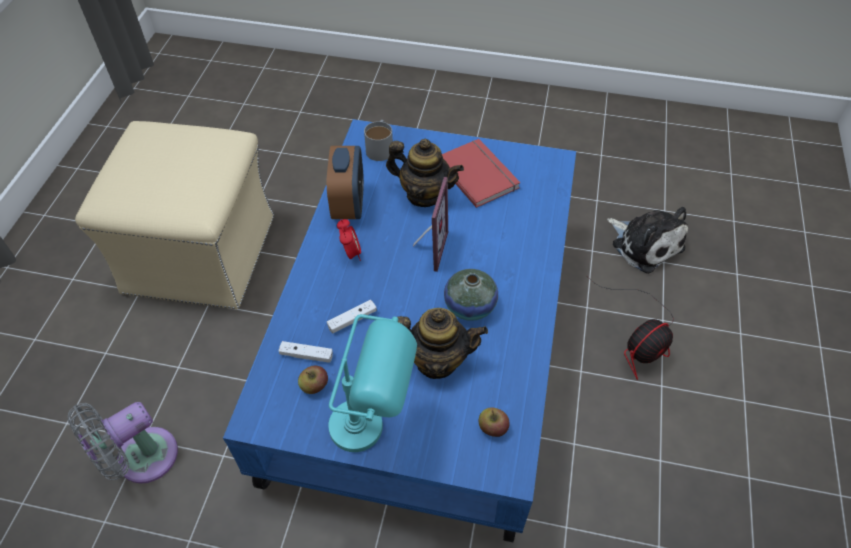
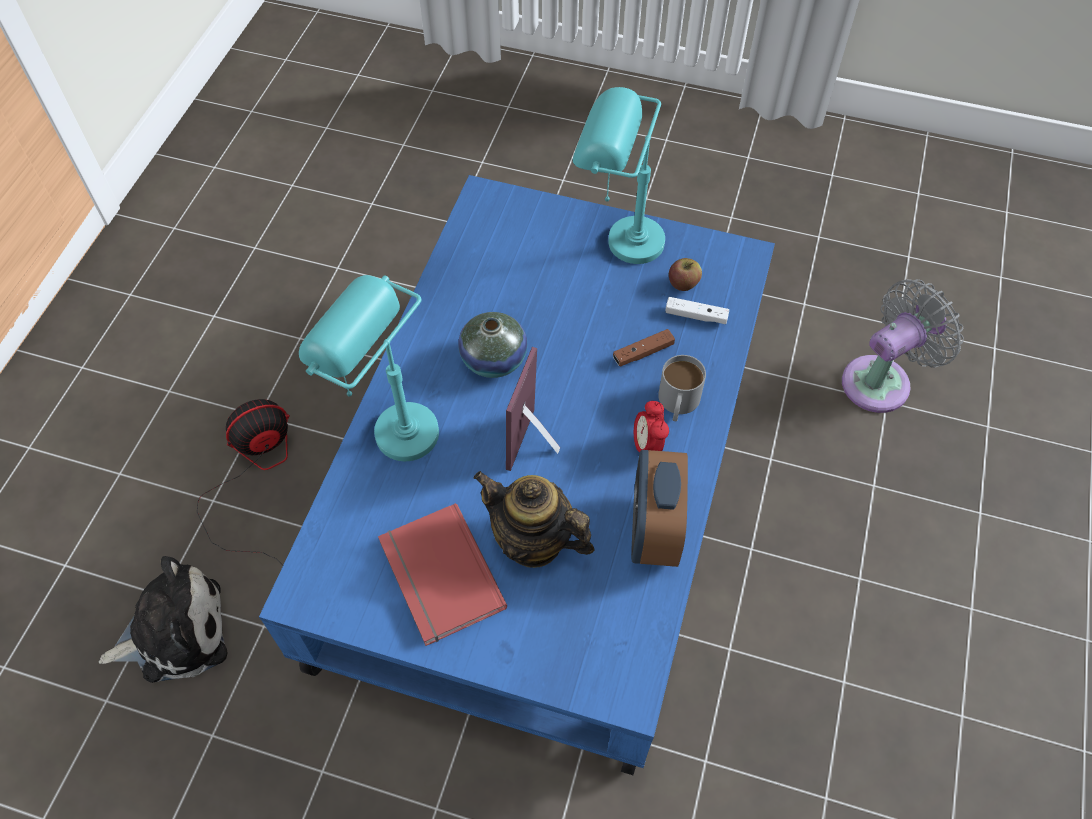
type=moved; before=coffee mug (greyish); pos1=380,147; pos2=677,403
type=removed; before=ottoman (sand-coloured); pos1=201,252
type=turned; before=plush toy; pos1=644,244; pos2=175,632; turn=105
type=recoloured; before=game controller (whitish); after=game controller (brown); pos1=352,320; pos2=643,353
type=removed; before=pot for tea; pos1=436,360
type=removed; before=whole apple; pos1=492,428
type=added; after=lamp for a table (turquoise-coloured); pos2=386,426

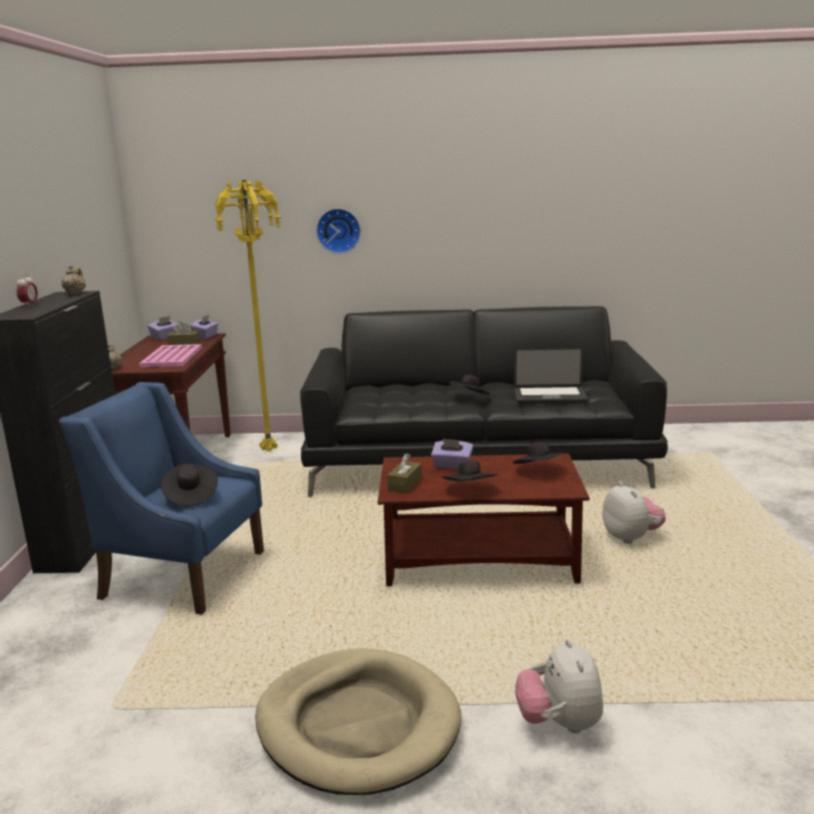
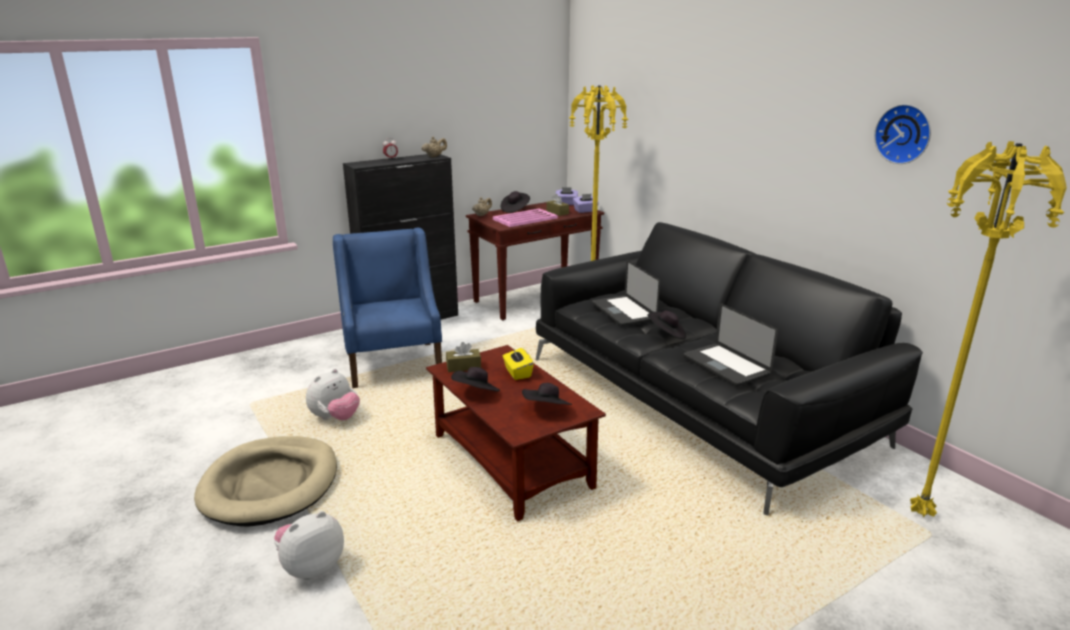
type=moved; before=wall clock; pos1=338,230; pos2=904,134
type=recoloured; before=tissue box (purplish); after=tissue box (yellow-coloured); pos1=452,466; pos2=517,373
type=moved; before=wearable hat (black-coloured); pos1=190,496; pos2=515,209
type=moved; before=plush toy; pos1=631,538; pos2=335,418
type=added; after=standard lamp (yellow-coloured); pos2=921,515
type=added; after=laptop; pos2=623,312

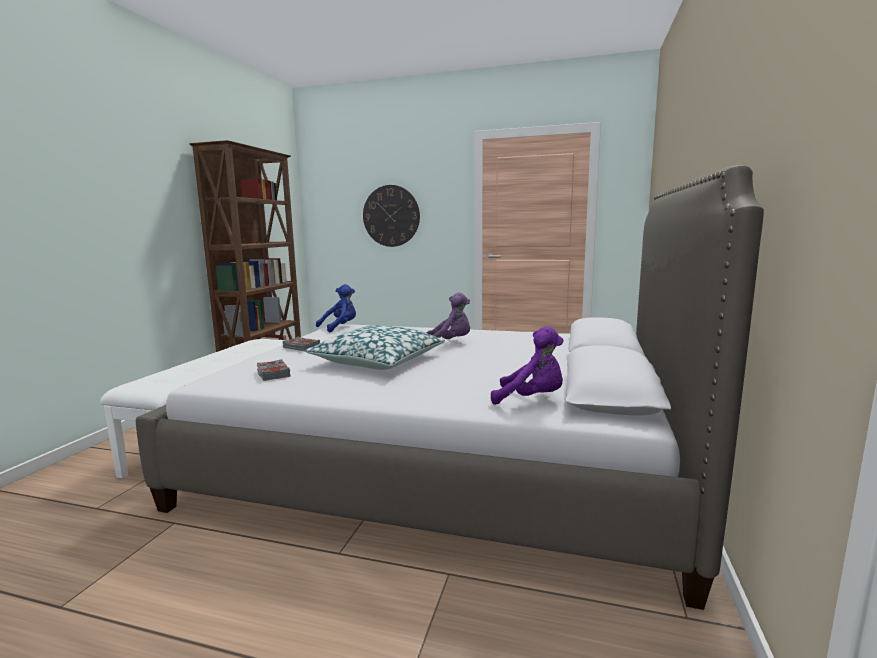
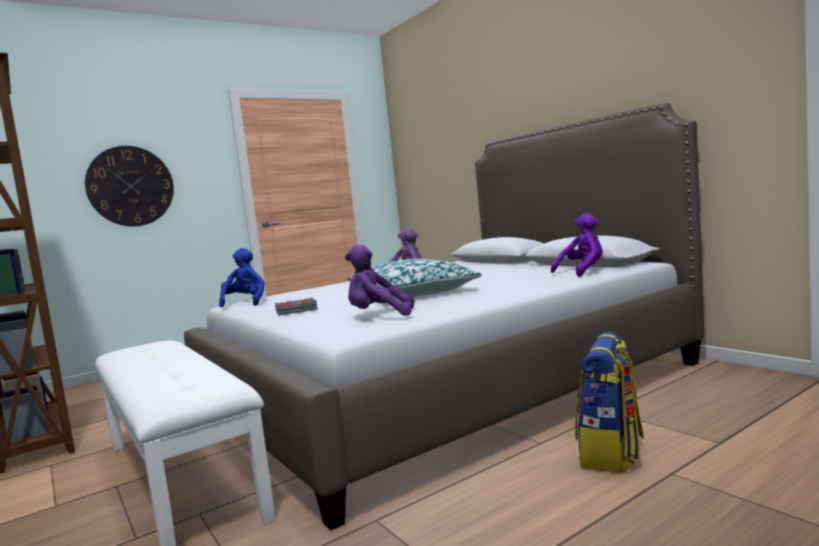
type=replaced; before=book (greyish); after=plush toy (purplish); pos1=273,374; pos2=378,316
type=added; after=backpack; pos2=611,454

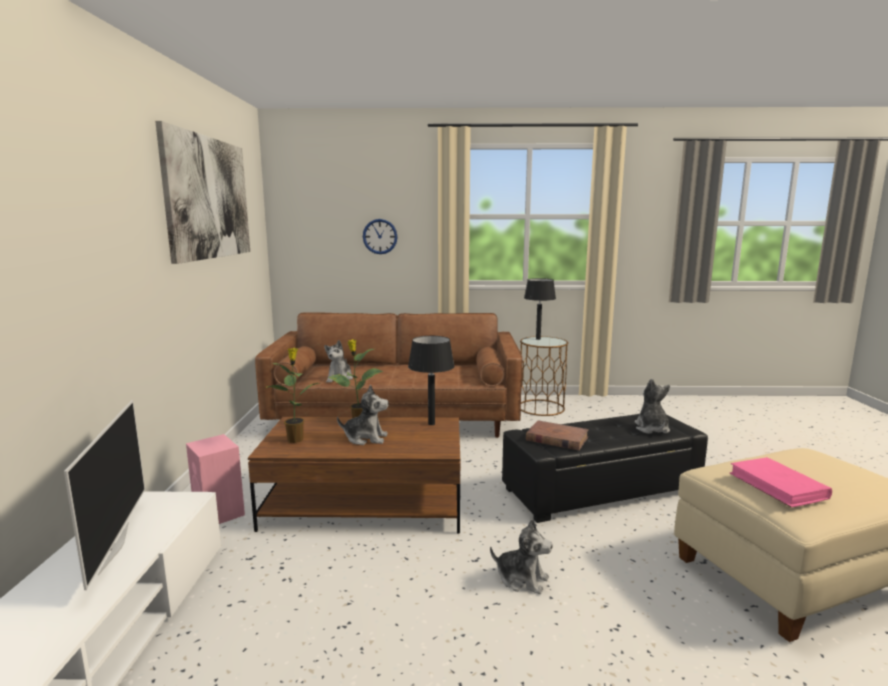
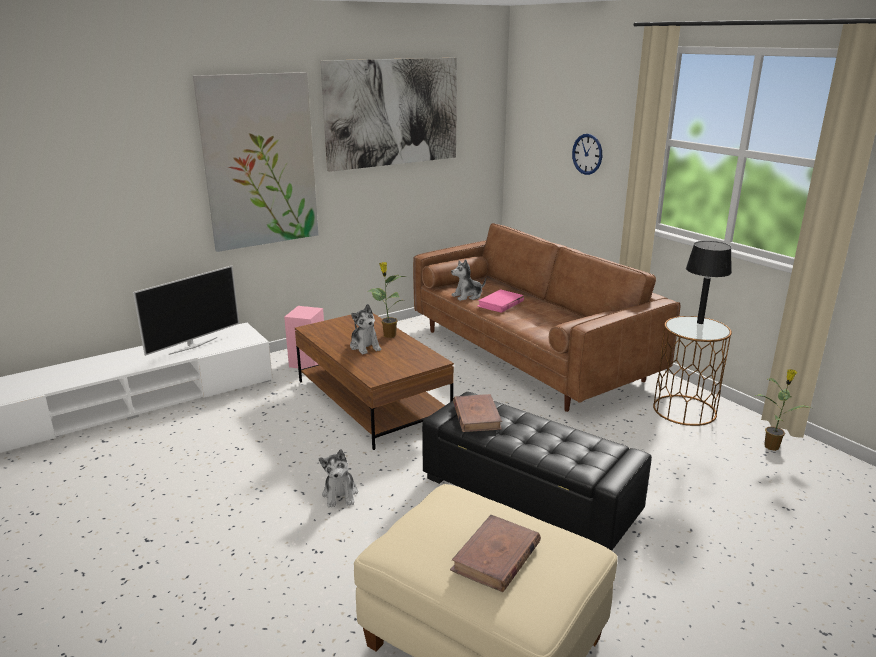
type=removed; before=lamp for a table (black-coloured); pos1=431,423
type=moved; before=potted plant; pos1=296,439; pos2=772,446
type=removed; before=plush toy; pos1=651,429
type=moved; before=book (pink-coloured); pos1=778,486; pos2=500,304
type=added; after=picture; pos2=259,161
type=added; after=book (brown); pos2=496,557

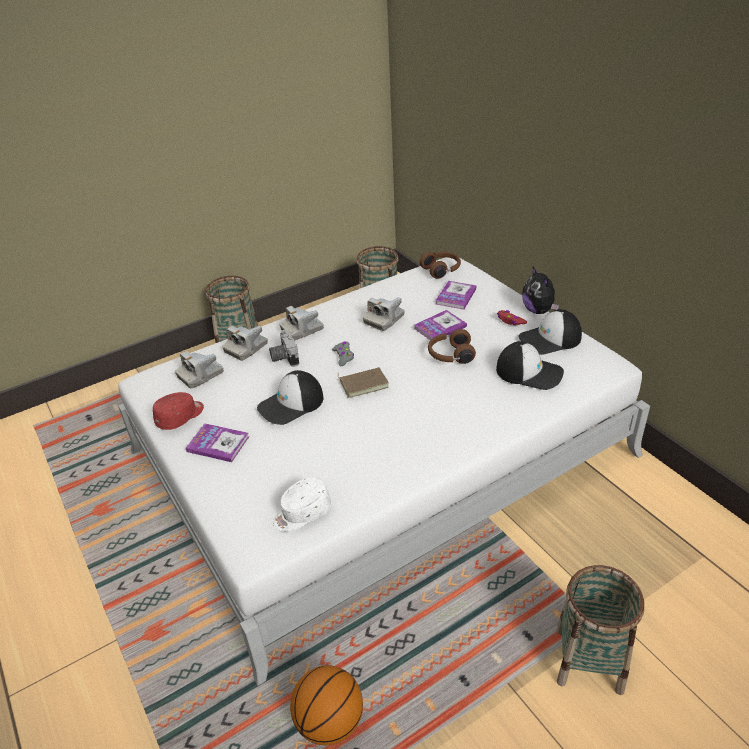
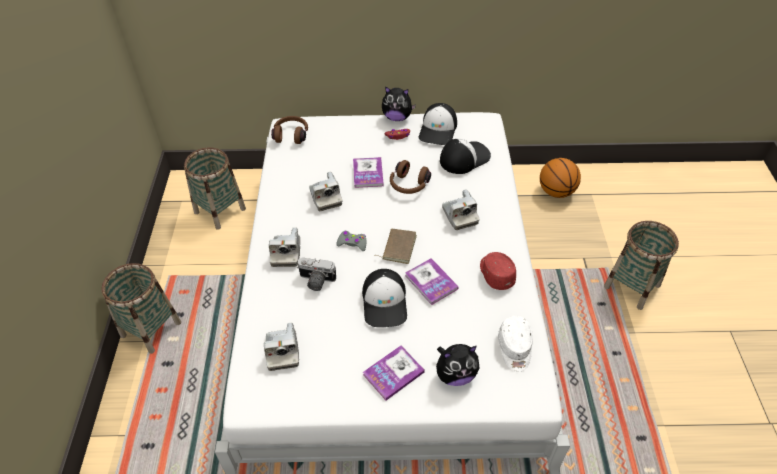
type=moved; before=book; pos1=456,296; pos2=431,282
type=moved; before=still camera; pos1=246,348; pos2=459,216
type=moved; before=baseball cap (red); pos1=180,417; pos2=496,274
type=moved; before=basketball; pos1=329,721; pos2=556,192
type=added; after=plush toy; pos2=455,374

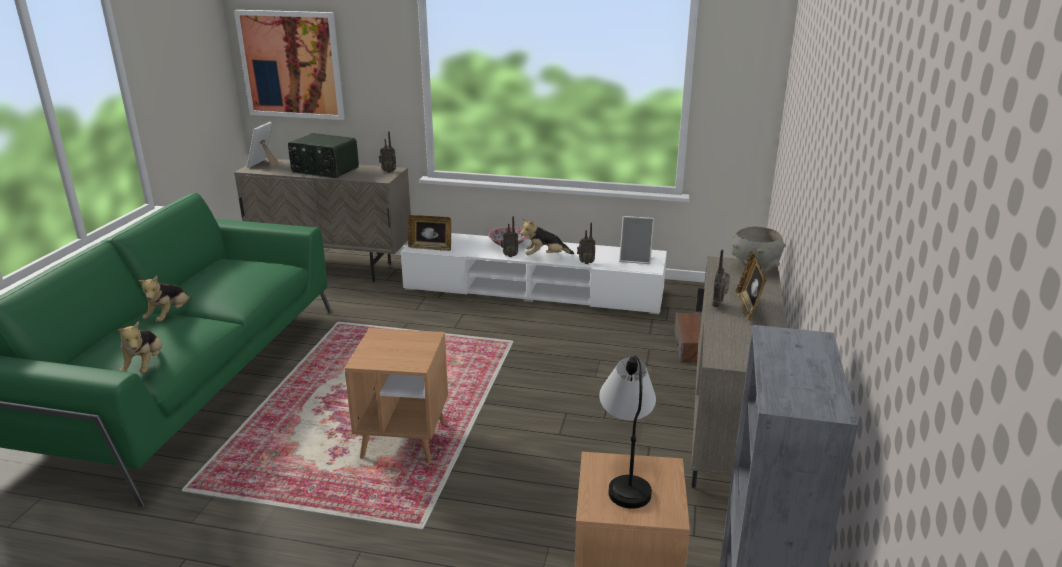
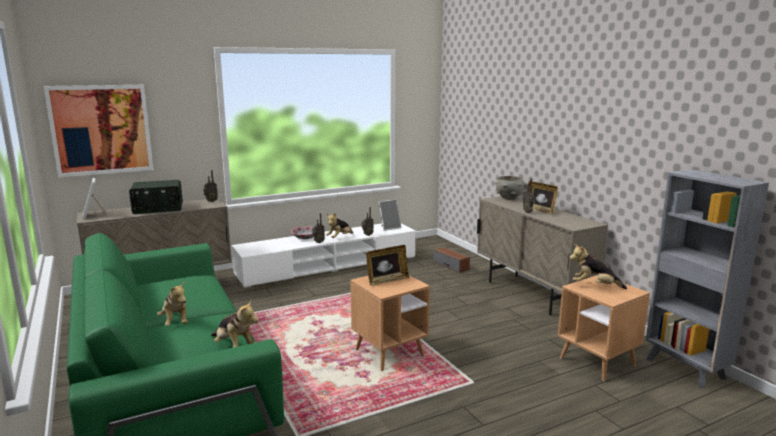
type=moved; before=standing frame; pos1=430,248; pos2=387,280
type=replaced; before=lamp for a table; after=plush toy; pos1=626,474; pos2=594,286

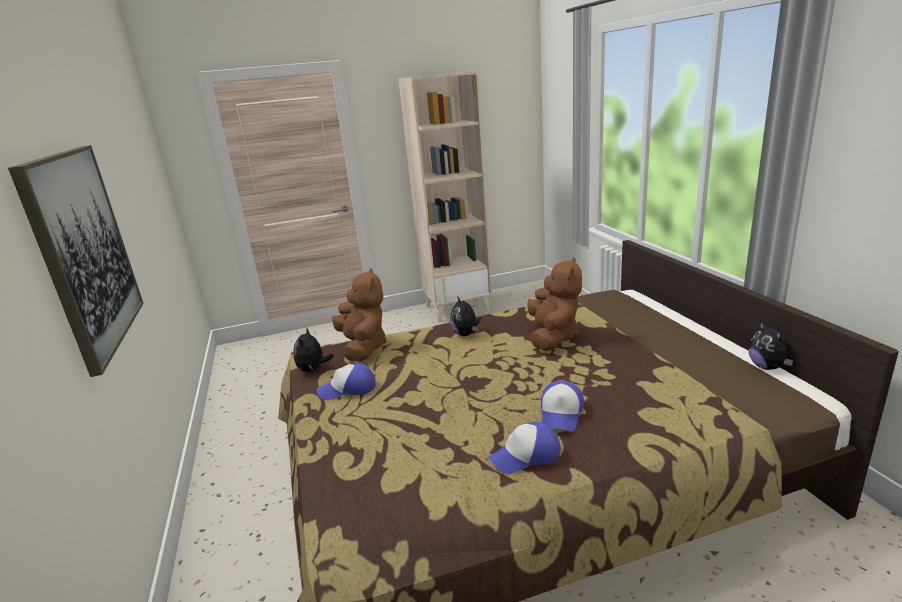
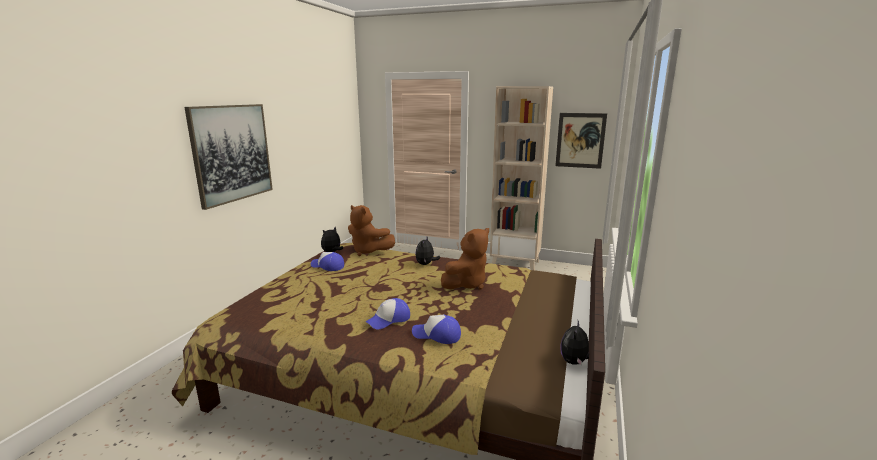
type=turned; before=plush toy (brown); pos1=363,348; pos2=368,251; turn=105
type=moved; before=baseball cap; pos1=525,456; pos2=437,335
type=added; after=picture; pos2=580,140

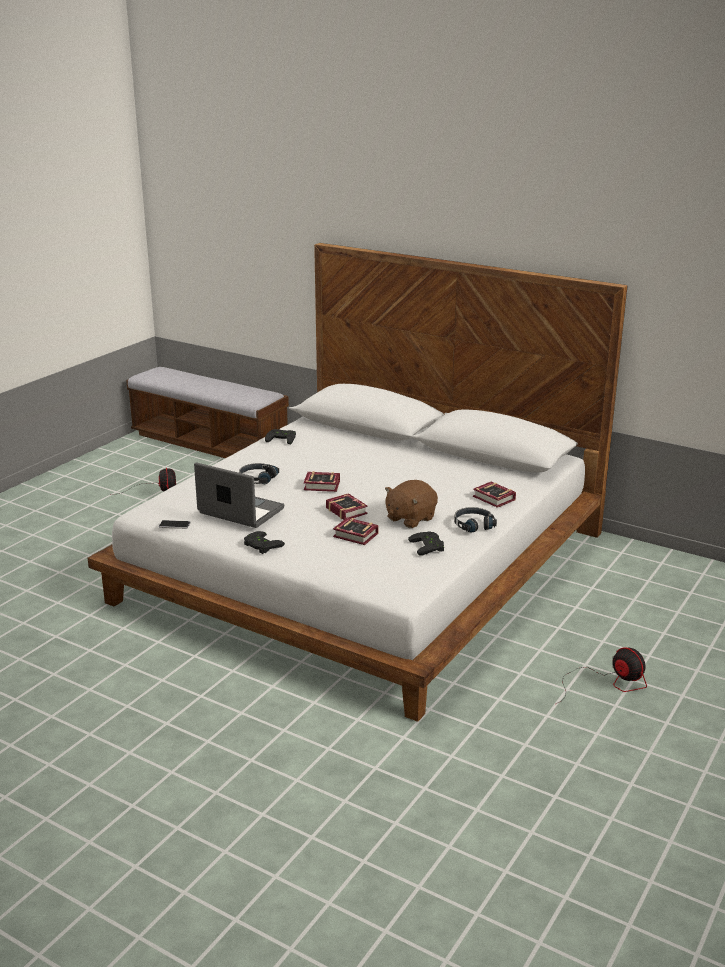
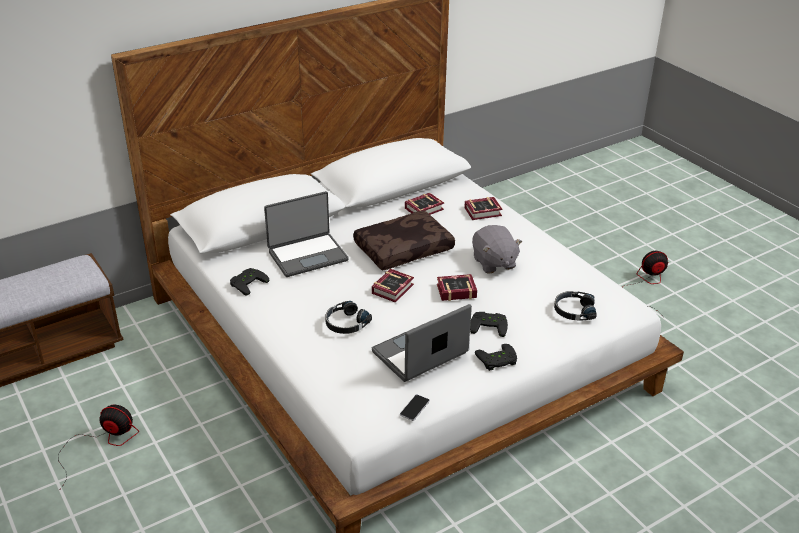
type=recoloured; before=plush toy (brown); after=plush toy (greyish); pos1=410,518; pos2=493,263
type=moved; before=pair of headphones (black-coloured); pos1=473,525; pos2=574,311
type=moved; before=book; pos1=356,536; pos2=426,209
type=moved; before=game controller (black-coloured); pos1=429,546; pos2=489,325
type=added; after=laptop; pos2=307,255
type=added; after=cushion (brown); pos2=403,248

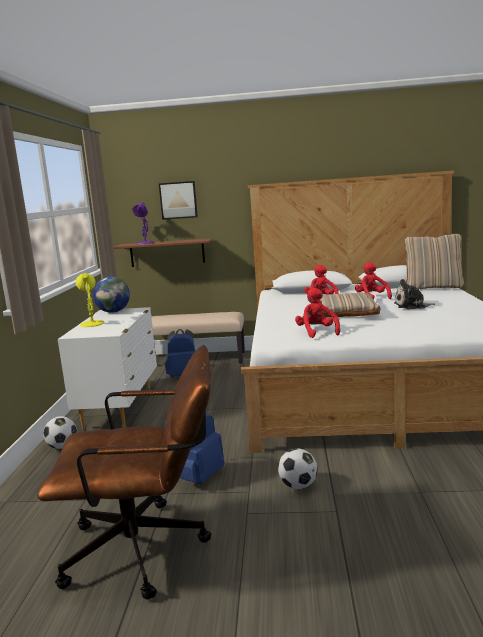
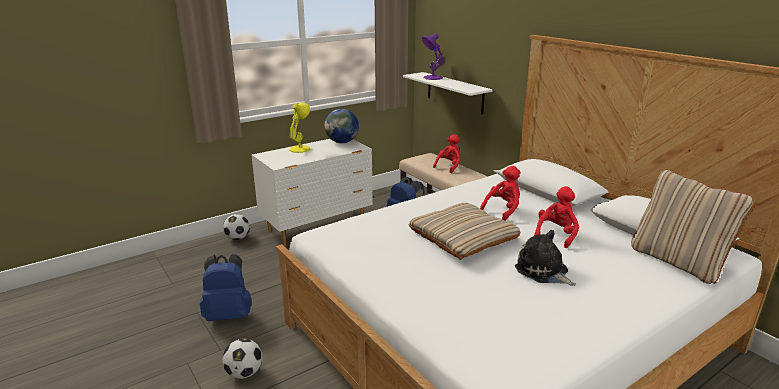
type=removed; before=picture; pos1=178,200
type=recoloured; before=bracket shelf (brown); after=bracket shelf (whitish); pos1=167,253; pos2=455,93
type=moved; before=plush toy (red); pos1=317,332; pos2=449,166
type=removed; before=office chair (brown); pos1=148,548

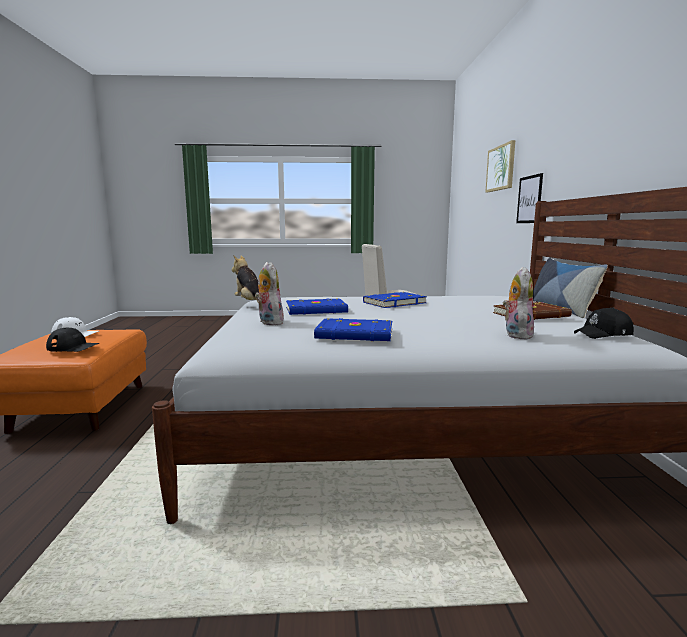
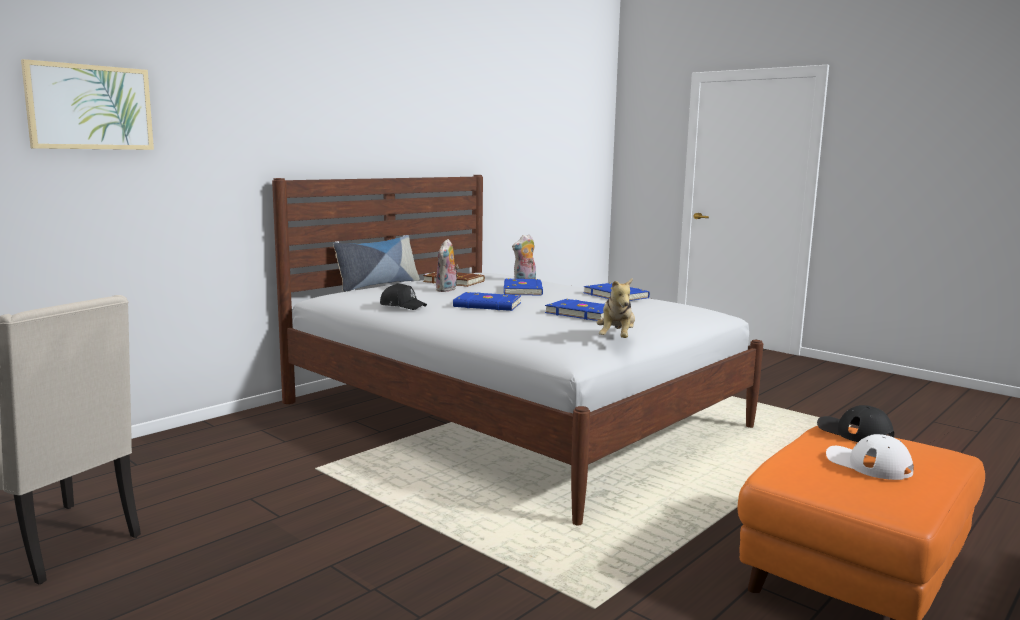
type=removed; before=picture; pos1=529,199
type=moved; before=plush toy; pos1=268,322; pos2=447,290
type=moved; before=baseball cap (black-coloured); pos1=604,334; pos2=402,306
type=added; after=book (blue); pos2=524,290

